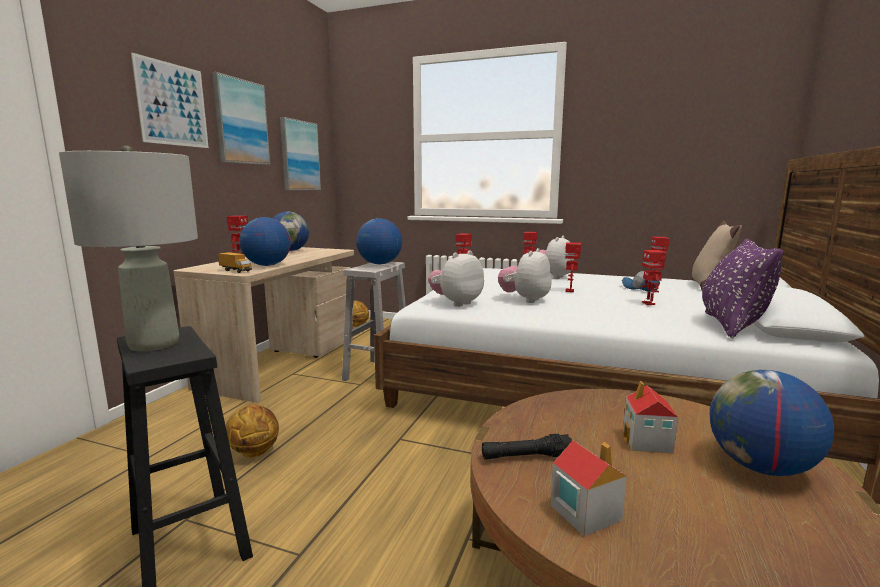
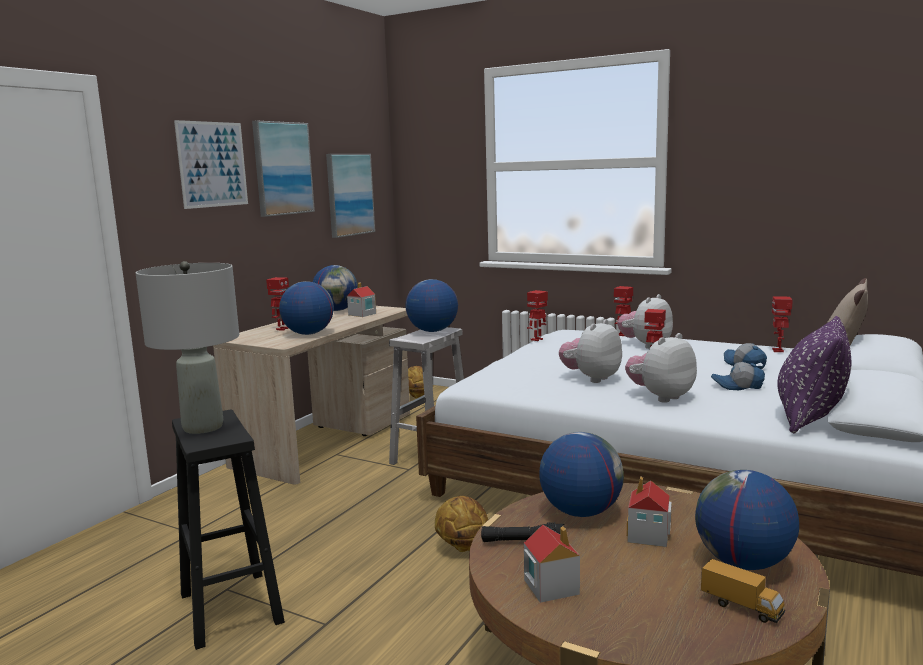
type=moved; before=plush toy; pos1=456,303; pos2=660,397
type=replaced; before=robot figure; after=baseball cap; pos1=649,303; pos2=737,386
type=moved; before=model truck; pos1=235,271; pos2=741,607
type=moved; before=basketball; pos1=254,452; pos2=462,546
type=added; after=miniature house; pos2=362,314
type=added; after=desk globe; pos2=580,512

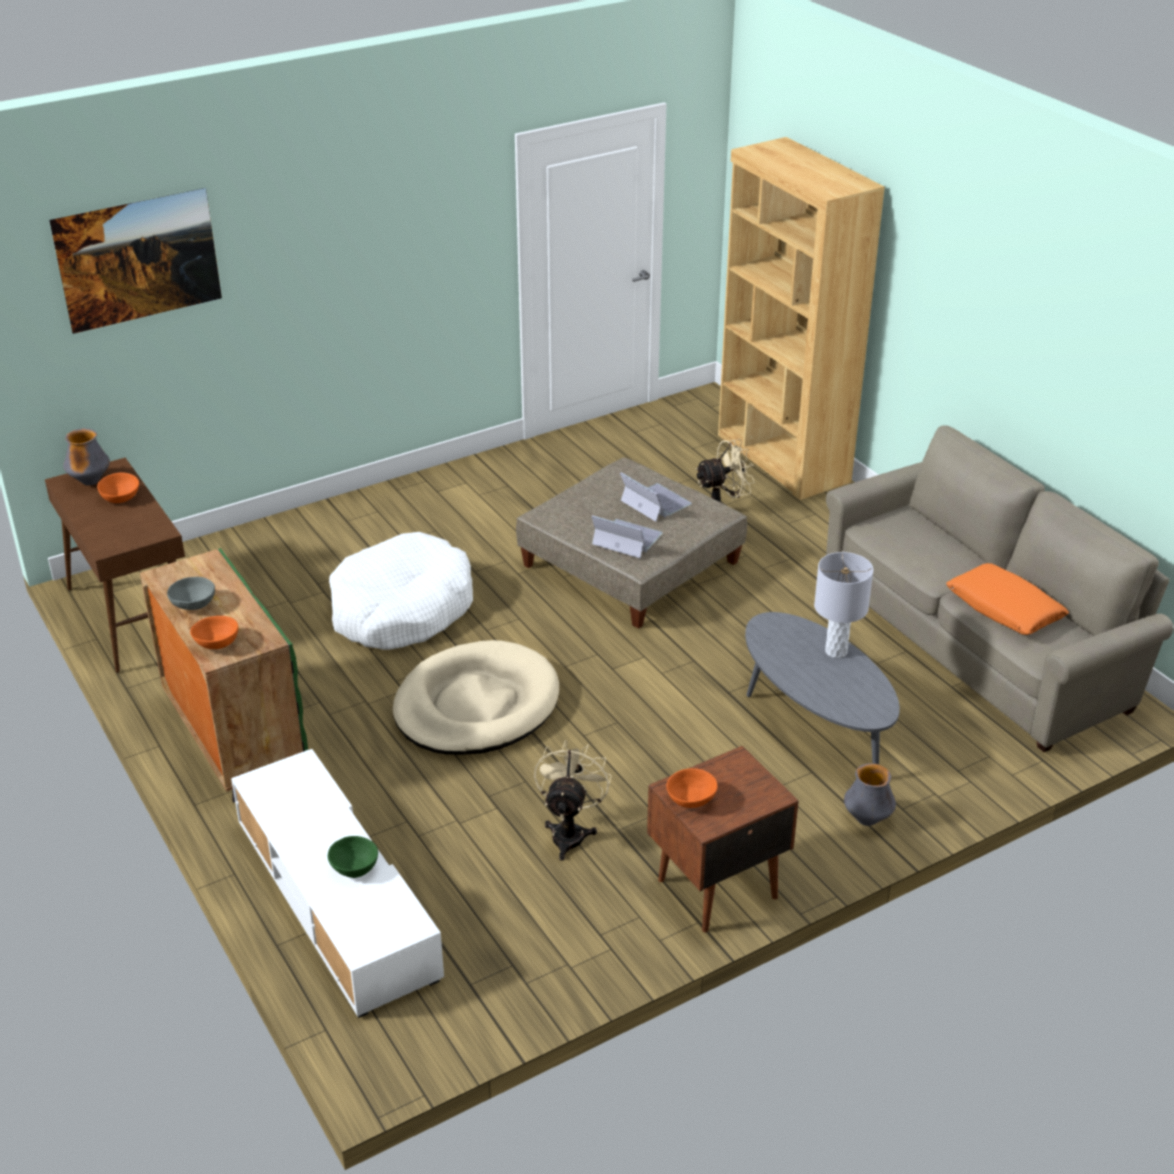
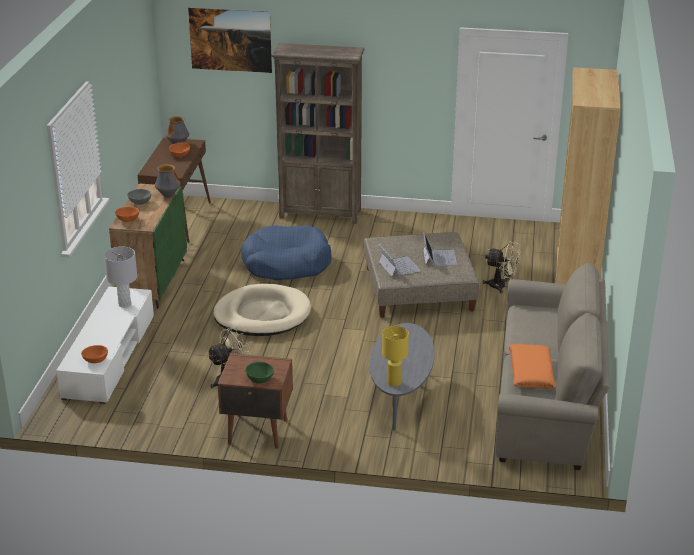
type=recoloured; before=pet bed (whitish); after=pet bed (blue); pos1=401,609; pos2=286,263
type=moved; before=lamp for a table (greyish); pos1=836,651; pos2=125,304
type=moved; before=flower vase; pos1=867,819; pos2=168,195
type=moved; before=bowl (orangey); pos1=692,799; pos2=96,360
type=moved; before=bowl (greenish); pos1=354,868; pos2=259,379
type=added; after=shelving unit (brown); pos2=321,214
type=added; after=lamp for a table (yellow-coloured); pos2=394,382

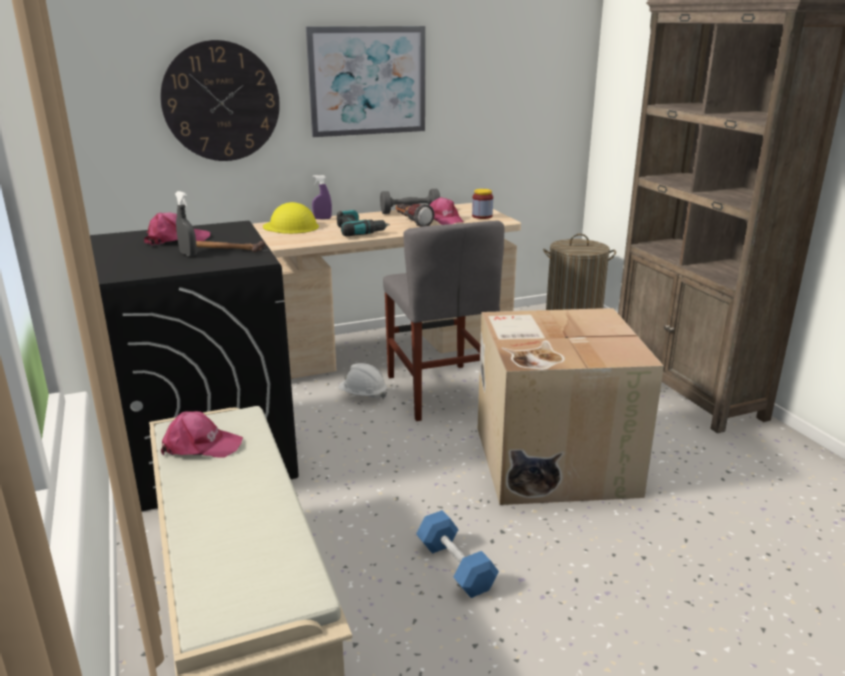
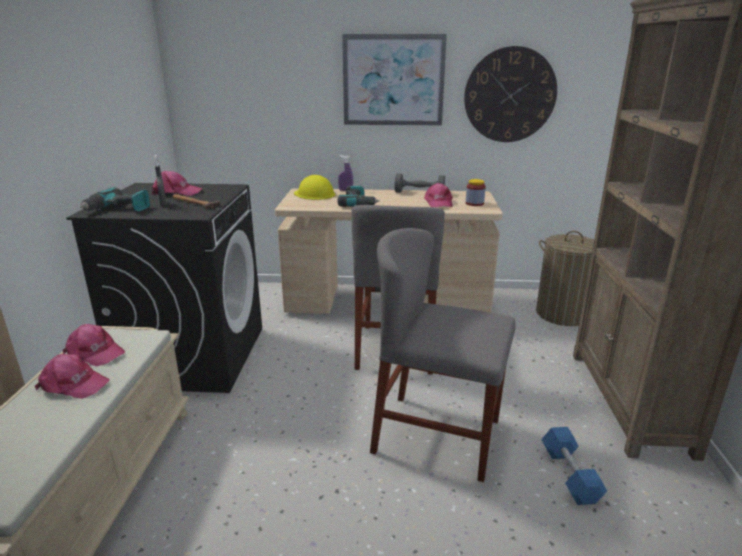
type=moved; before=wall clock; pos1=221,102; pos2=510,95
type=removed; before=torch; pos1=411,223
type=replaced; before=cardboard box; after=plain chair (greyish); pos1=551,459; pos2=437,436
type=removed; before=work helmet (whitish); pos1=363,395
type=moved; before=dumbbell (blue); pos1=455,566; pos2=569,475
type=added; after=power drill; pos2=118,209
type=added; after=baseball cap (pink-coloured); pos2=73,384

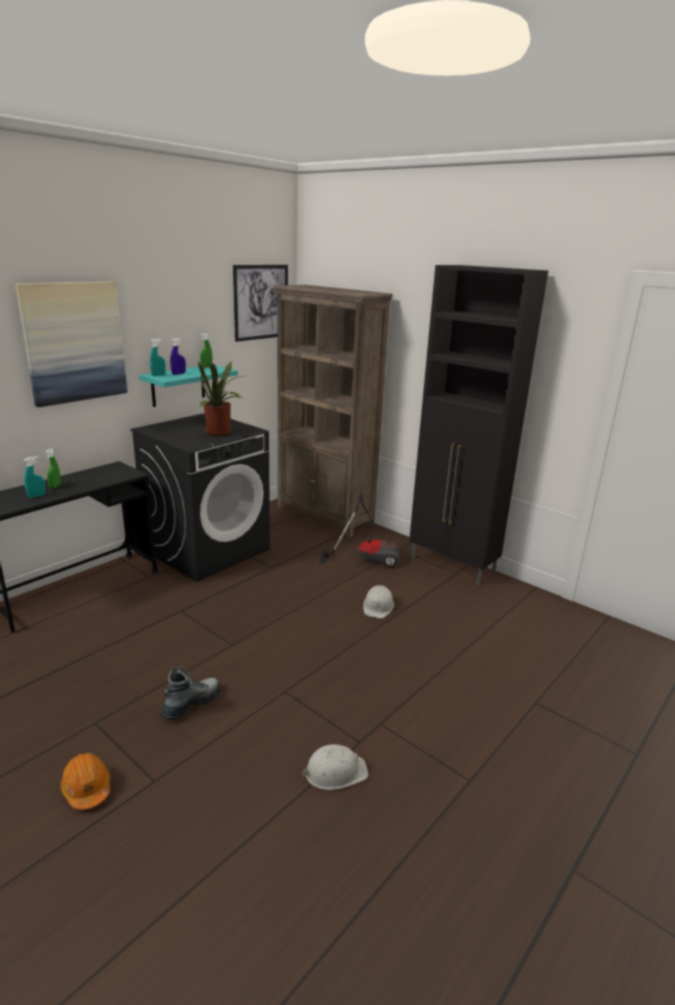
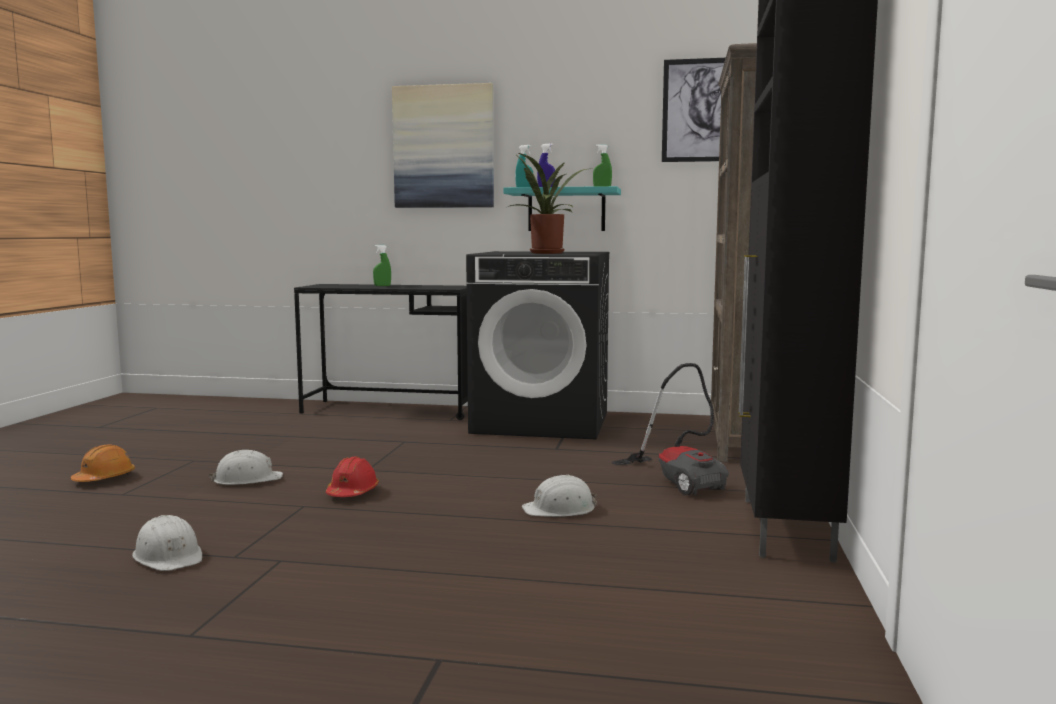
type=removed; before=sprayer (turquoise-coloured); pos1=36,496
type=replaced; before=boot; after=work helmet (whitish); pos1=191,703; pos2=247,479
type=added; after=work helmet (red); pos2=352,492

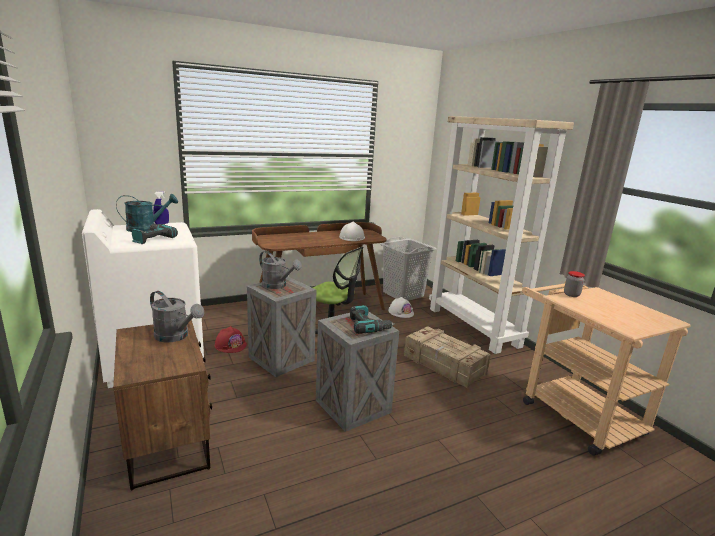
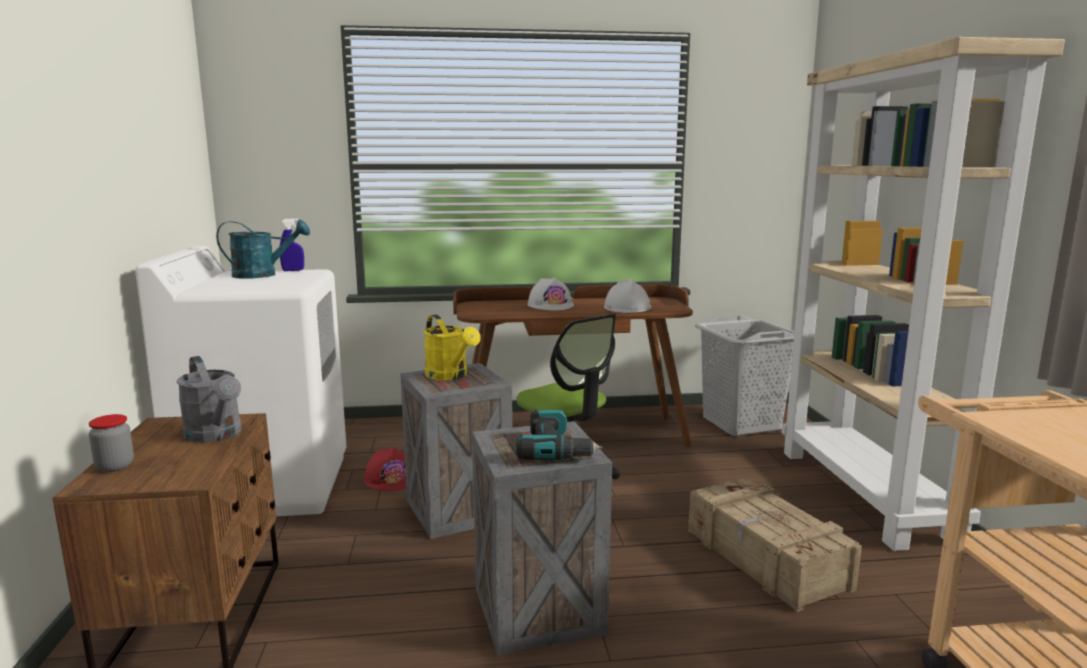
type=removed; before=power drill; pos1=151,238
type=recoloured; before=sprinkling can (greyish); after=sprinkling can (yellow-coloured); pos1=278,285; pos2=450,376
type=moved; before=preserve jar; pos1=571,295; pos2=115,466
type=moved; before=work helmet (whitish); pos1=401,312; pos2=550,305

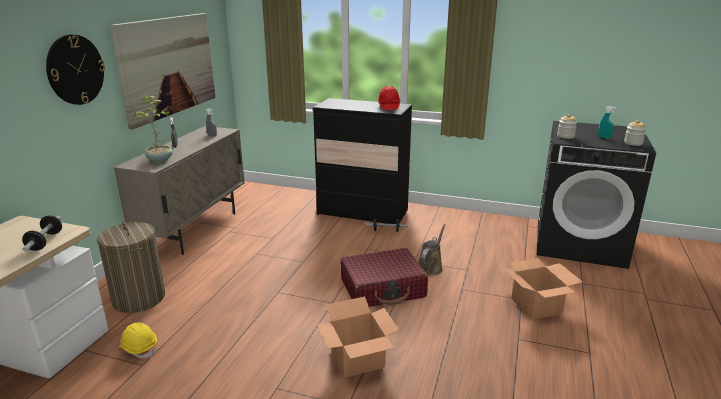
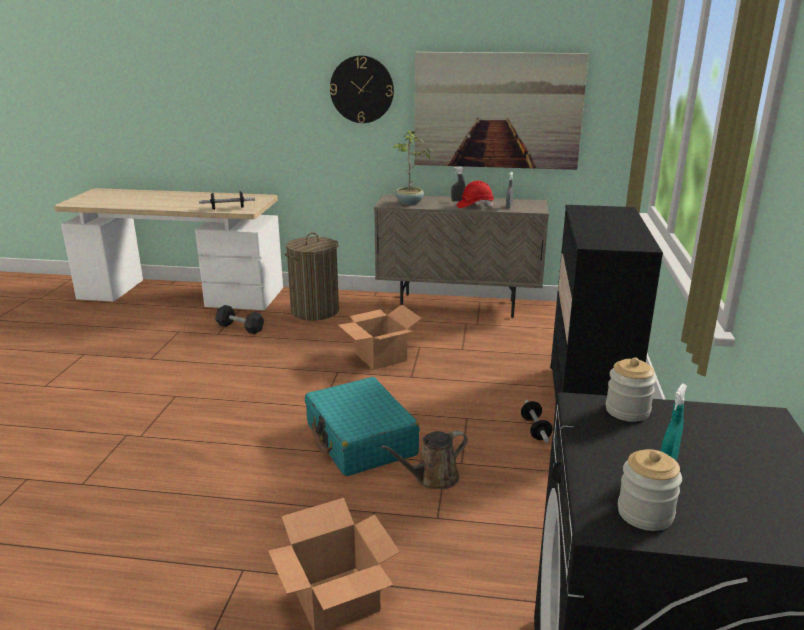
type=moved; before=work helmet (red); pos1=388,106; pos2=475,206
type=turned; before=sprinkling can (brown); pos1=430,267; pos2=432,478; turn=135
type=recoloured; before=suitcase (red); after=suitcase (turquoise-coloured); pos1=383,288; pos2=360,440
type=moved; before=cardboard box; pos1=358,358; pos2=381,357
type=replaced; before=work helmet (yellow-coloured); after=dumbbell (black-coloured); pos1=139,348; pos2=240,327

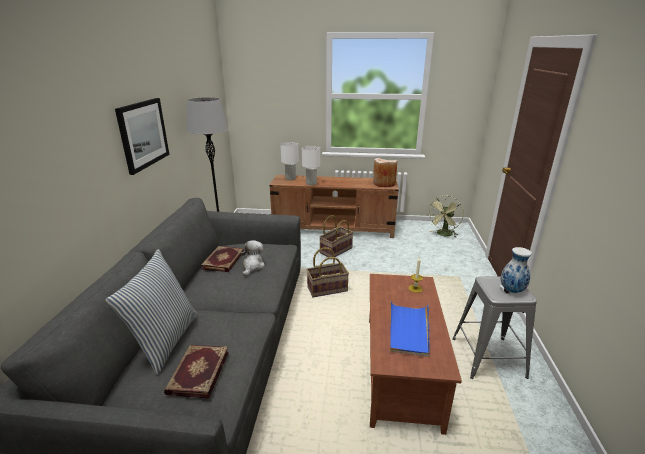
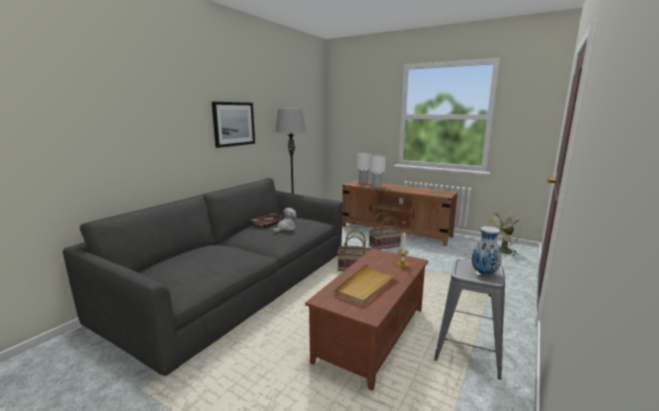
type=removed; before=flower vase (sand-coloured); pos1=384,183
type=removed; before=cushion; pos1=165,341
type=recoloured; before=tray (blue); after=tray (sand-coloured); pos1=408,330; pos2=366,286
type=removed; before=book; pos1=197,372

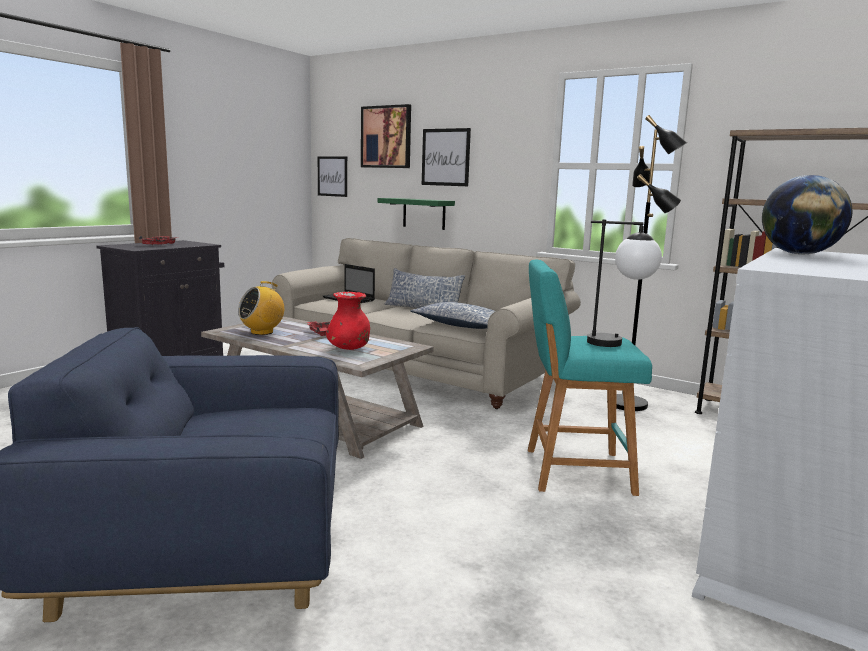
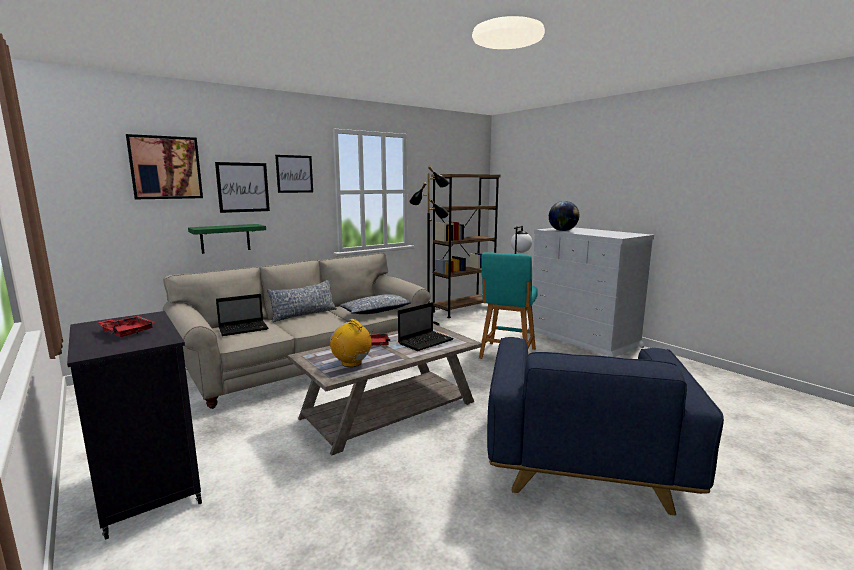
type=moved; before=picture; pos1=332,176; pos2=294,174
type=turned; before=radio receiver; pos1=262,332; pos2=352,363; turn=150
type=replaced; before=flower vase (red); after=laptop; pos1=349,349; pos2=426,341

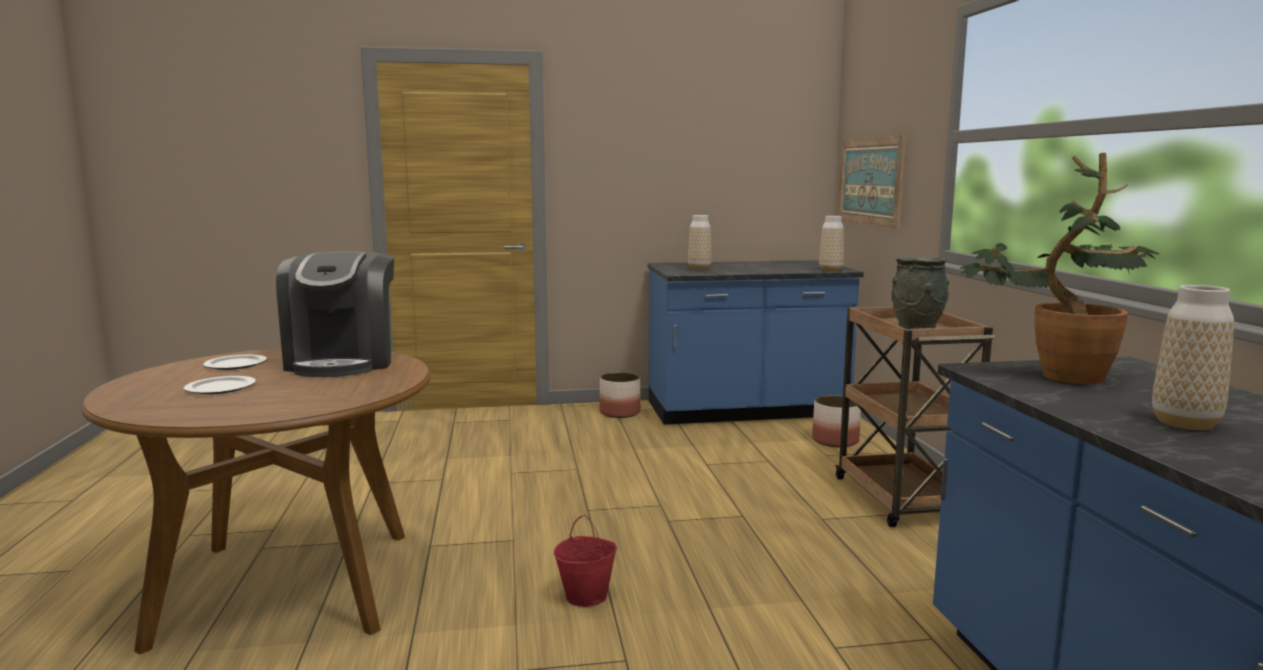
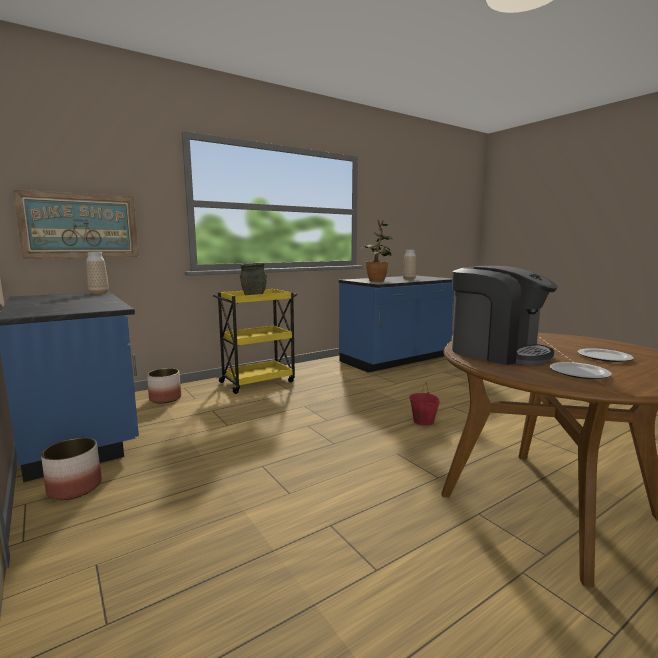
type=removed; before=flower vase; pos1=699,268
type=turned; before=coffee machine; pos1=343,362; pos2=496,352; turn=75
type=recoloured; before=cart (brown); after=cart (yellow-coloured); pos1=902,500; pos2=258,381

